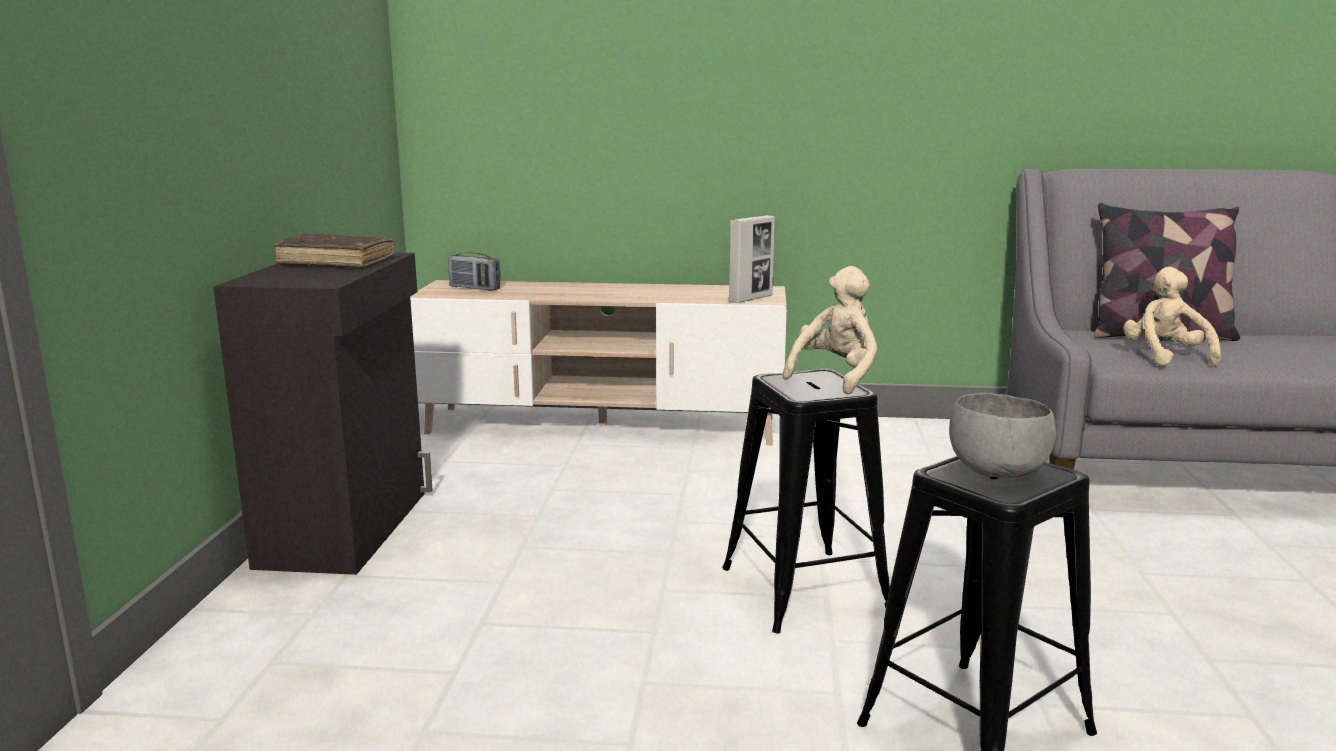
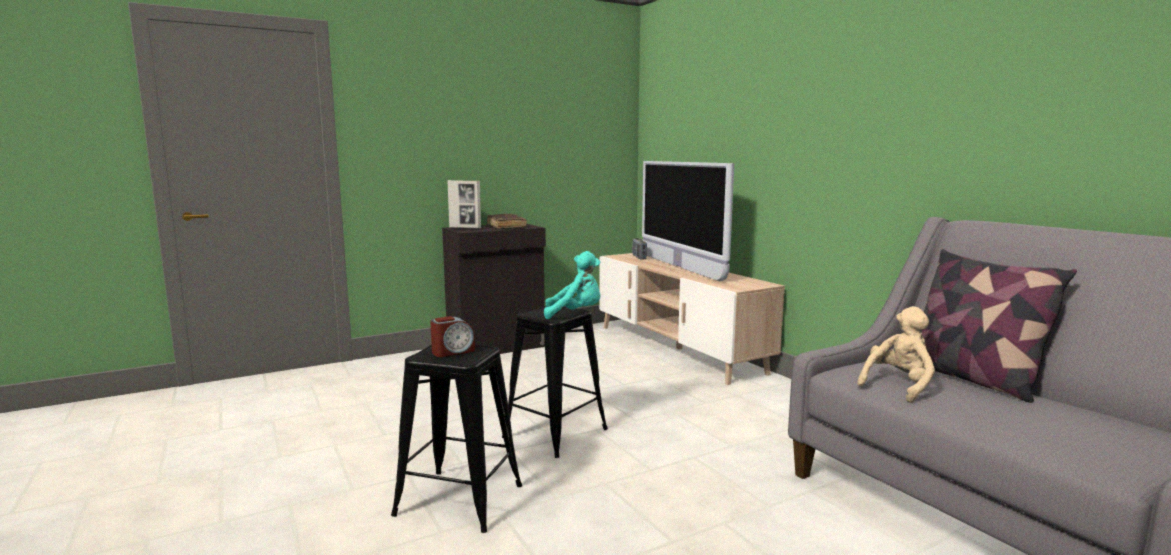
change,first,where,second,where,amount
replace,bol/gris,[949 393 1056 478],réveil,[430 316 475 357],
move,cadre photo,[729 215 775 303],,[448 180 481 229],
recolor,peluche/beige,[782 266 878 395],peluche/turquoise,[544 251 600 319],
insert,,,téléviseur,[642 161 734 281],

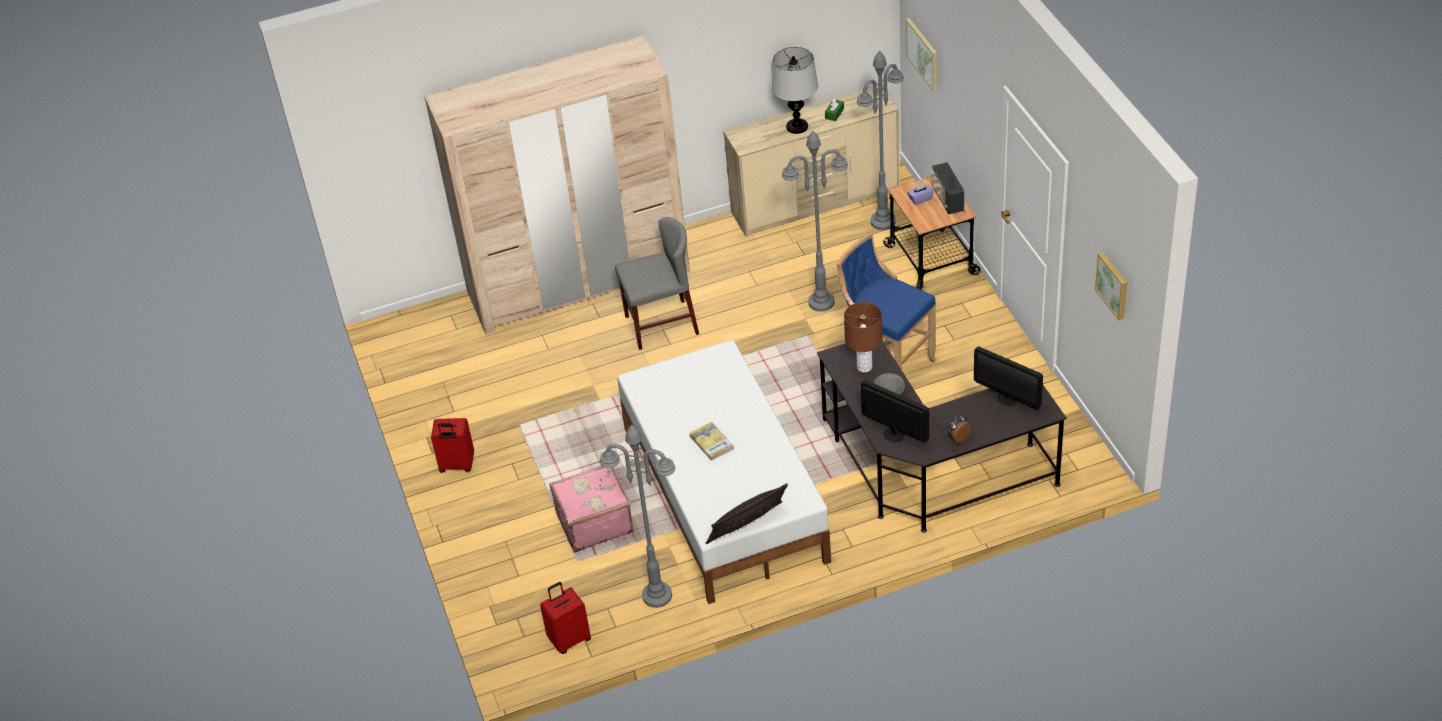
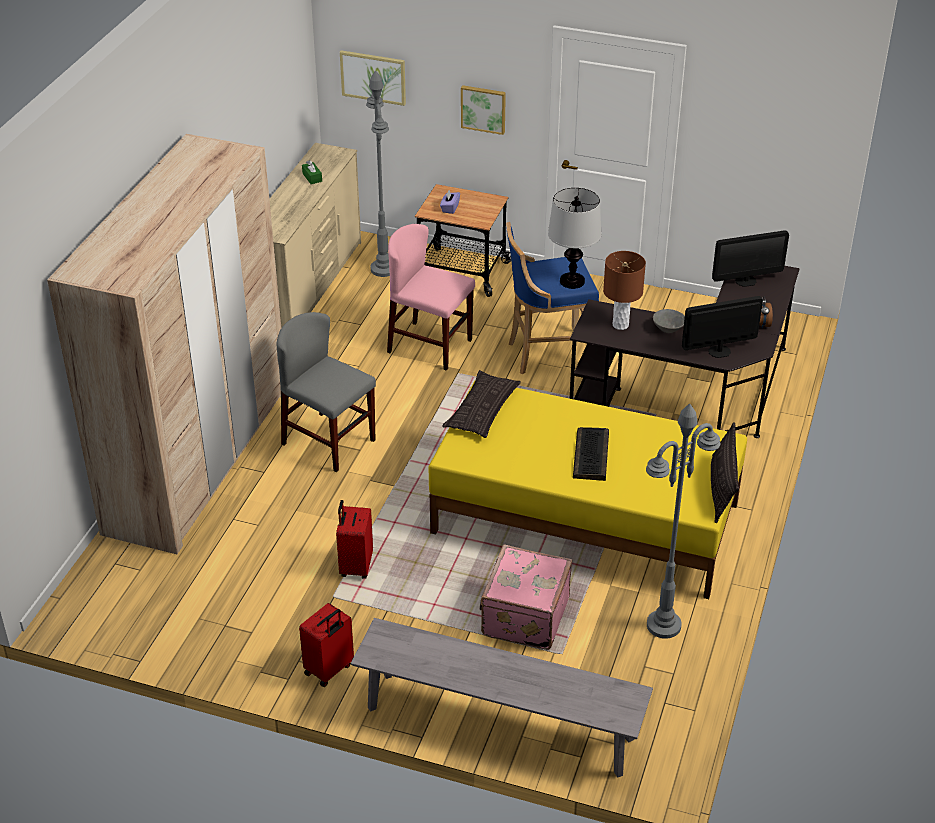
change,first,where,second,where,amount
rotate,chaise/gris,[615 217 699 350],,[277 312 376 472],75 degrees counterclockwise
move,valise/rouge,[540 582 591 654],,[336 500 373 579],
insert,,,banc/gris,[351 618 653 778],
replace,lampadaire/gris,[782 131 848 312],chaise/rose,[387 224 475 371],
recolor,lit/blanc,[617 340 831 604],lit/jaune,[428 381 747 599],
insert,,,coussin,[442 370 521 438],
move,tableau,[1095 252 1127 320],,[461 85 506 135],
move,lampe de table,[772 47 818 134],,[548 188 601 289],
replace,livre,[689 422 734 461],clavier,[573 427 609 481],
delete,radio,[931 162 965 215],,,

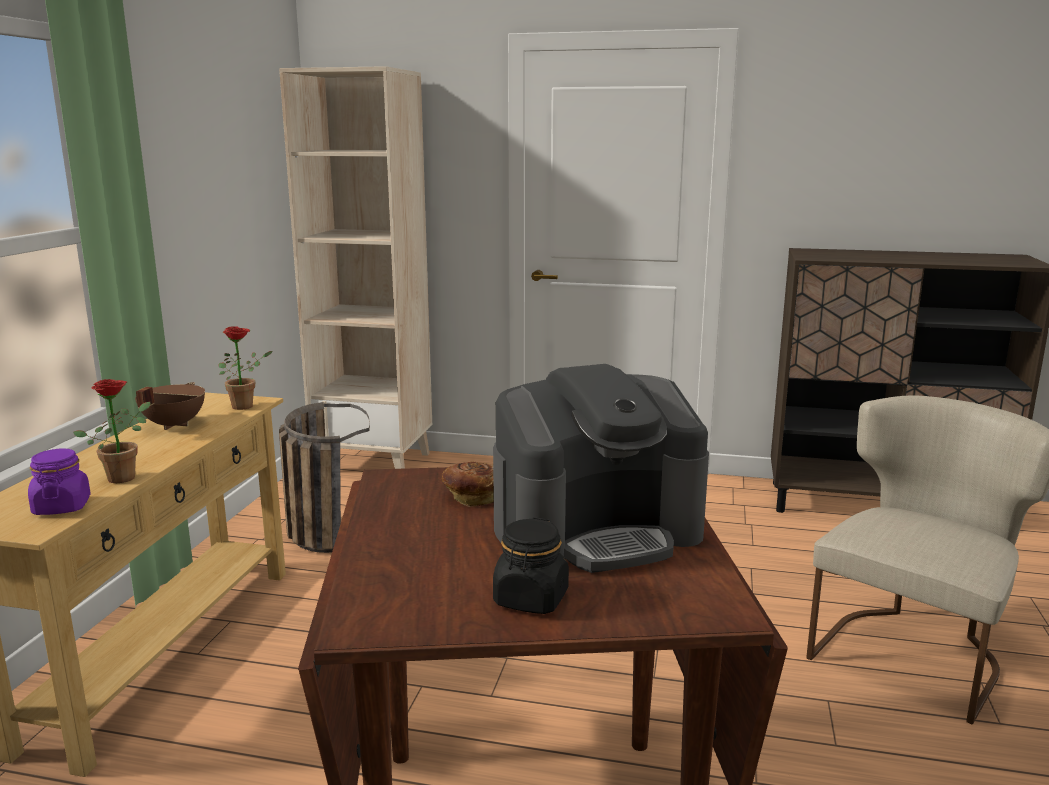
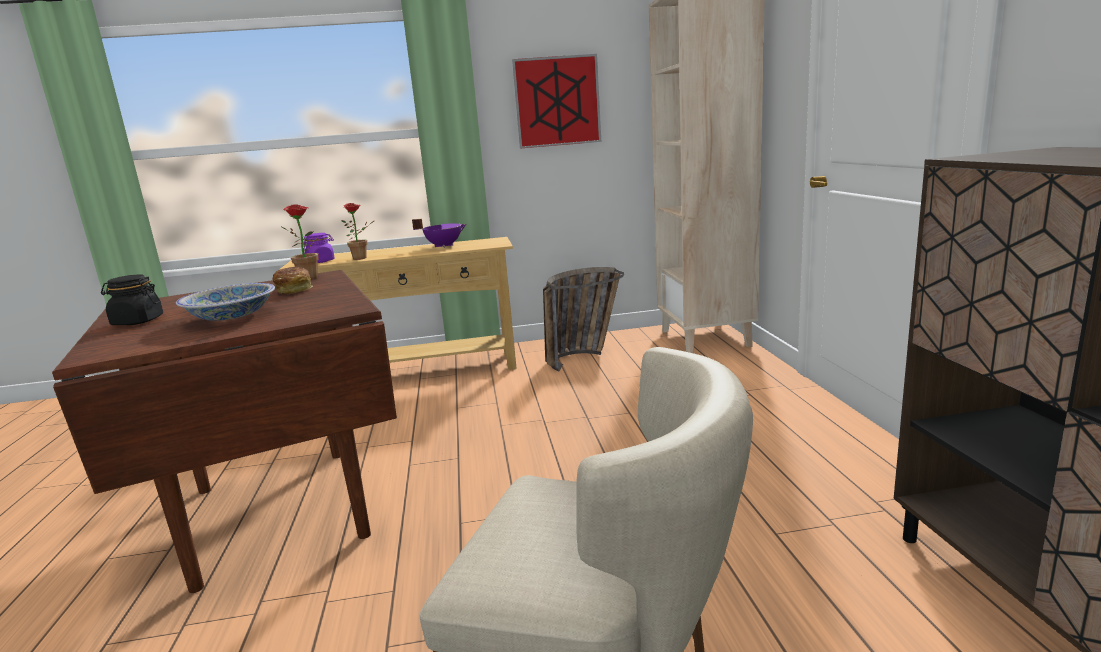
change,first,where,second,where,amount
replace,machine à café,[493 364 709 573],bol,[176 283 275 321],
move,plante en pot,[219 326 273 410],,[282 204 319 280],
recolor,marmite/marron,[135 382 205 430],marmite/violet,[412 219 466 248],
insert,,,tableau,[512 54 601 149],

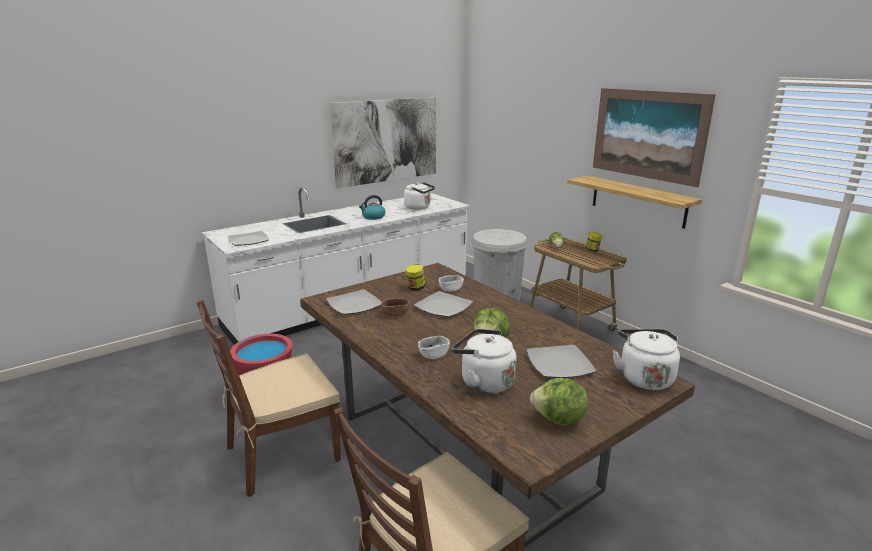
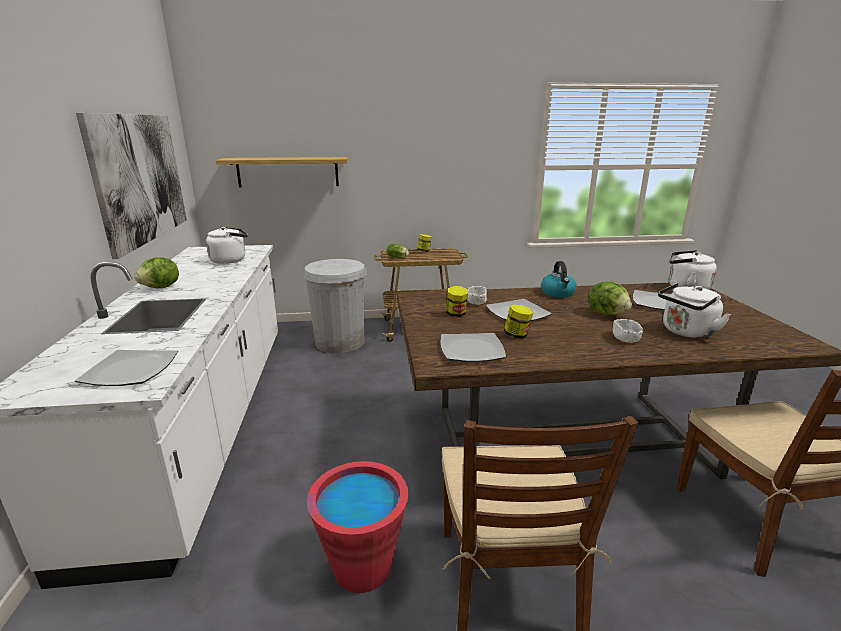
change,first,where,second,where,amount
move,laitue,[530 378 588 426],,[134 257 179 288],
move,étagère,[567 176 702 229],,[215 157 348 188],
replace,bol/marron,[381 298 410 317],bocal,[504 304 534 339],
move,bouilloire,[359 195 385 220],,[541 261 577 298],
delete,tableau,[593 88 716 187],,,

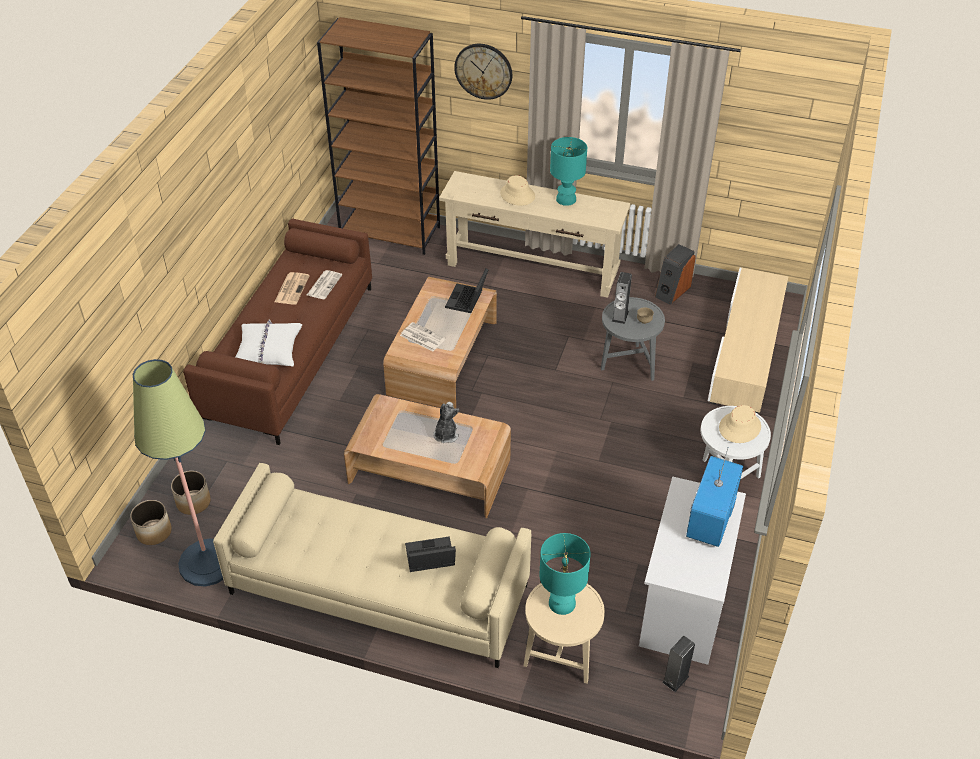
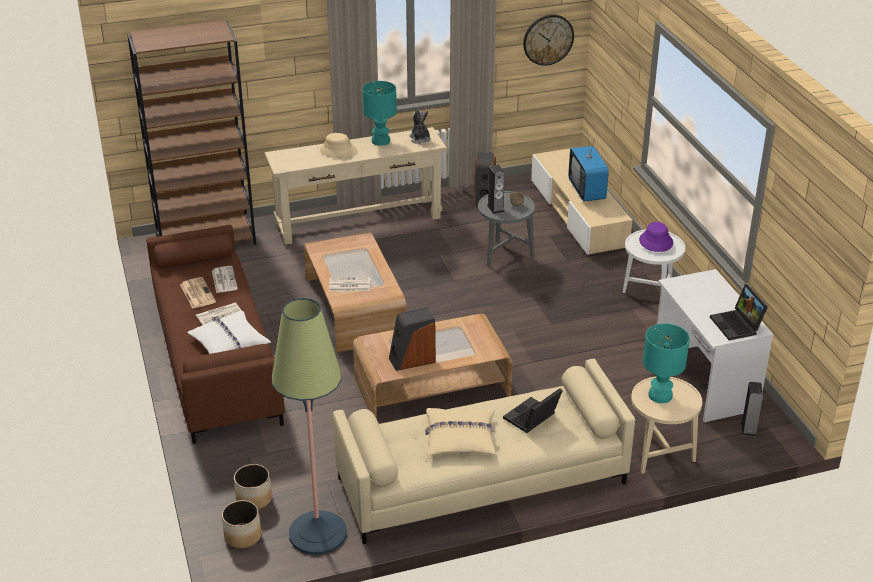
change,first,where,second,where,amount
insert,,,journal,[196 303 242 325],
insert,,,enceinte,[389 307 436 371],
move,peluche,[433 402 459 443],,[409 109 431 144],
insert,,,coussin/beige,[425 408 496 455],
move,horloge murale,[454 44 512 100],,[523 14 574 66],
move,téléviseur,[686 447 743 547],,[568 128 609 202],
recolor,chapeau/beige,[719 405 761 443],chapeau/violet,[639 222 673 252],
move,ordinateur portable,[445 268 489 313],,[710 284 768 340],

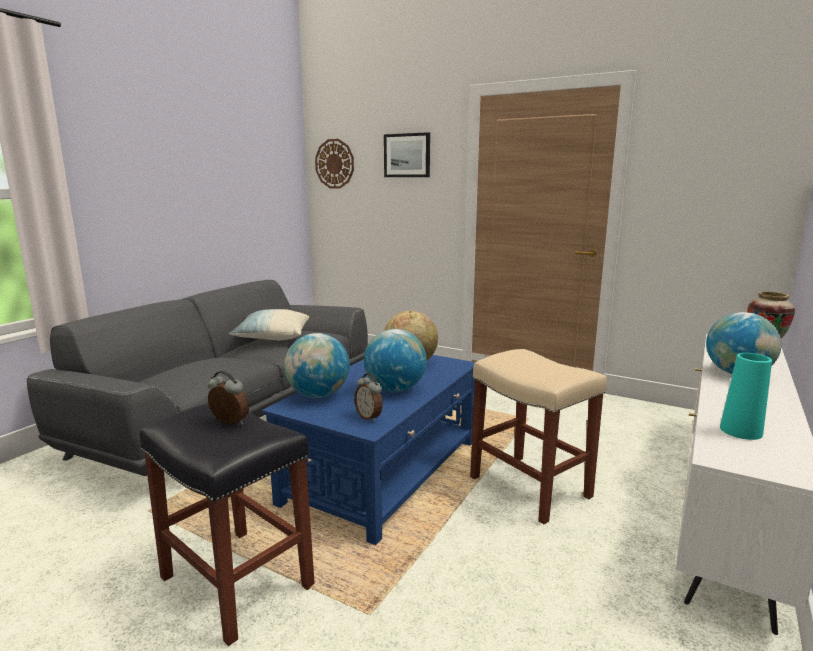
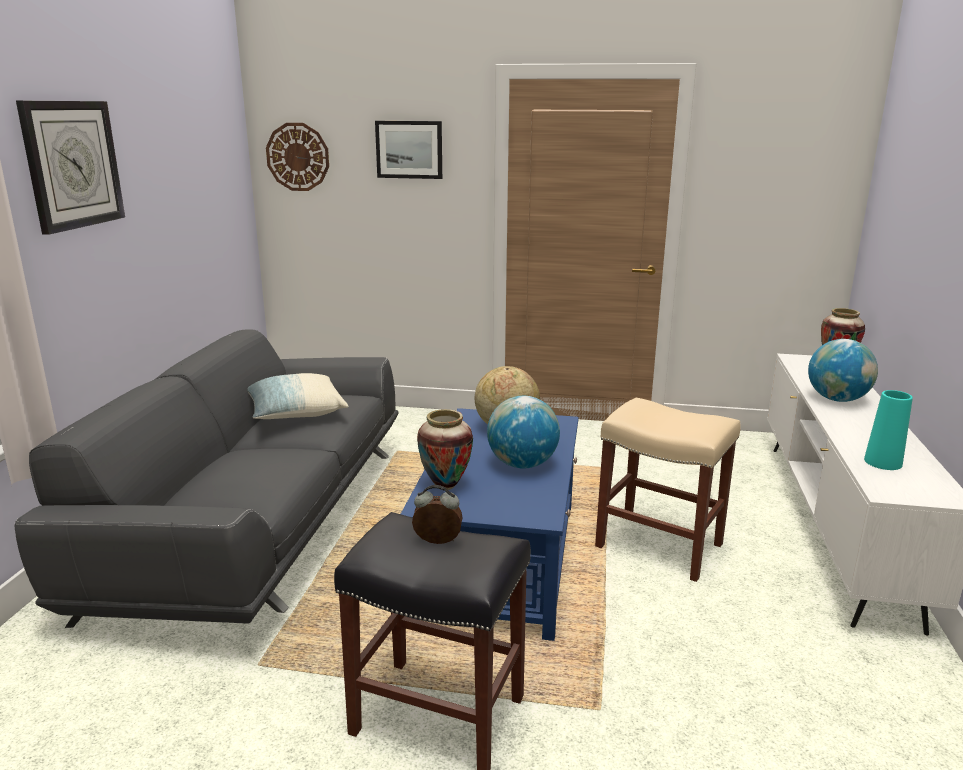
change,first,where,second,where,amount
insert,,,horloge murale,[16 101 125 235],
replace,globe,[284 333 350 398],vase,[417 409 473 490],
delete,réveil,[354 373 383 422],,,

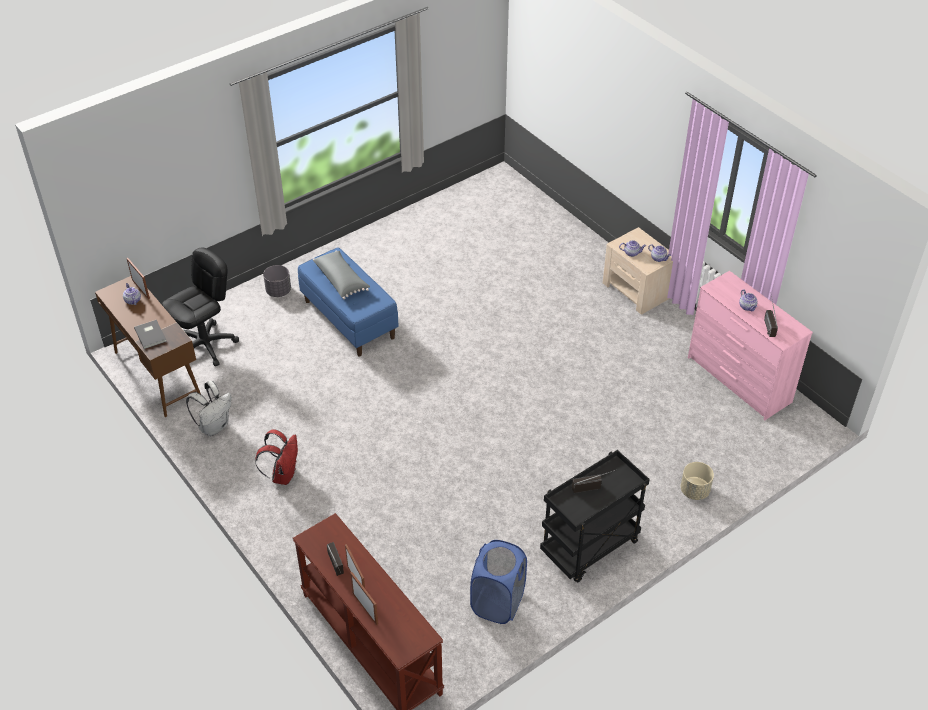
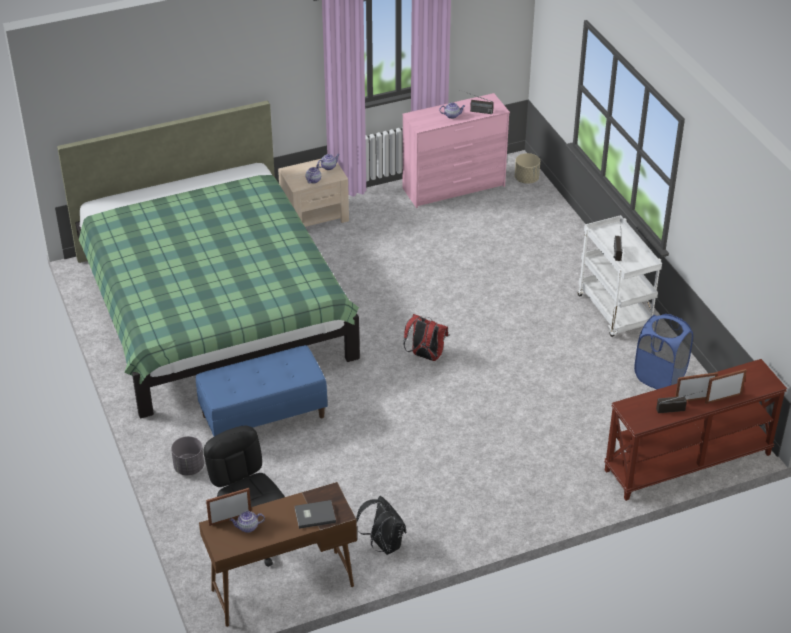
change,first,where,second,where,amount
insert,,,lit/vert,[57 101 360 418],
recolor,sac à dos/blanc,[186 381 231 436],sac à dos/noir,[356 496 406 555],
move,sac à dos/rouge,[255 429 298 485],,[404 314 449 361],
move,cache-pot/beige,[681 462 714 500],,[515 153 540 184],
recolor,chariot/noir,[540 450 650 583],chariot/blanc,[578 215 662 337],
delete,coussin/gris,[313 251 370 299],,,

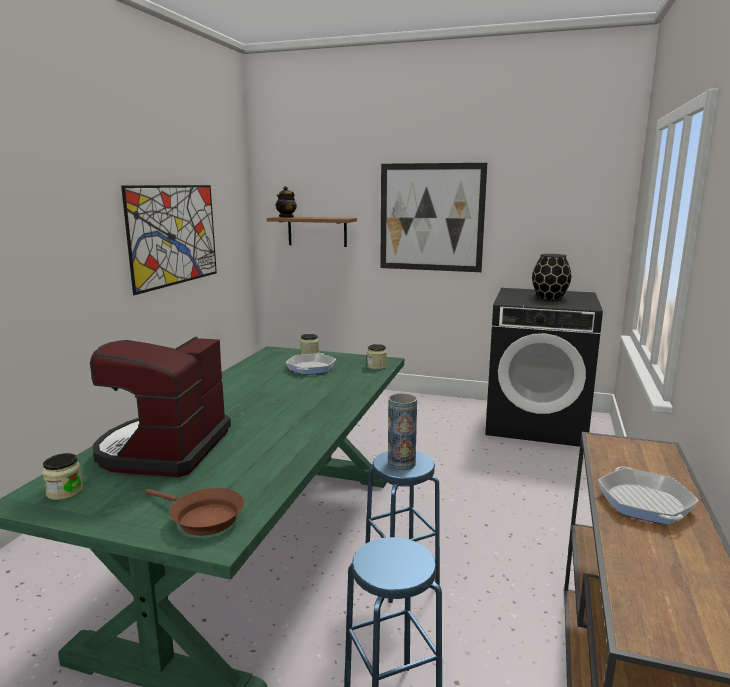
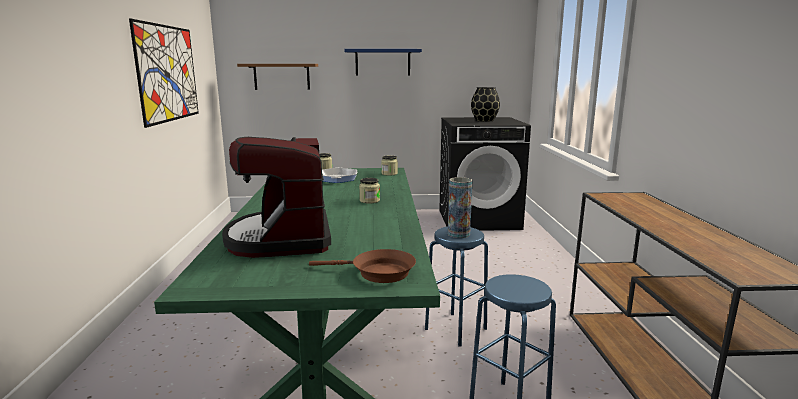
change,first,where,second,where,amount
replace,tableau,[380 163 487 272],étagère/bleu,[344 49 422 76],
move,bocal,[42 453 83 500],,[359 178 380 203],
delete,théière,[276 186 297 218],,,
delete,poêle,[598 466 699 525],,,

